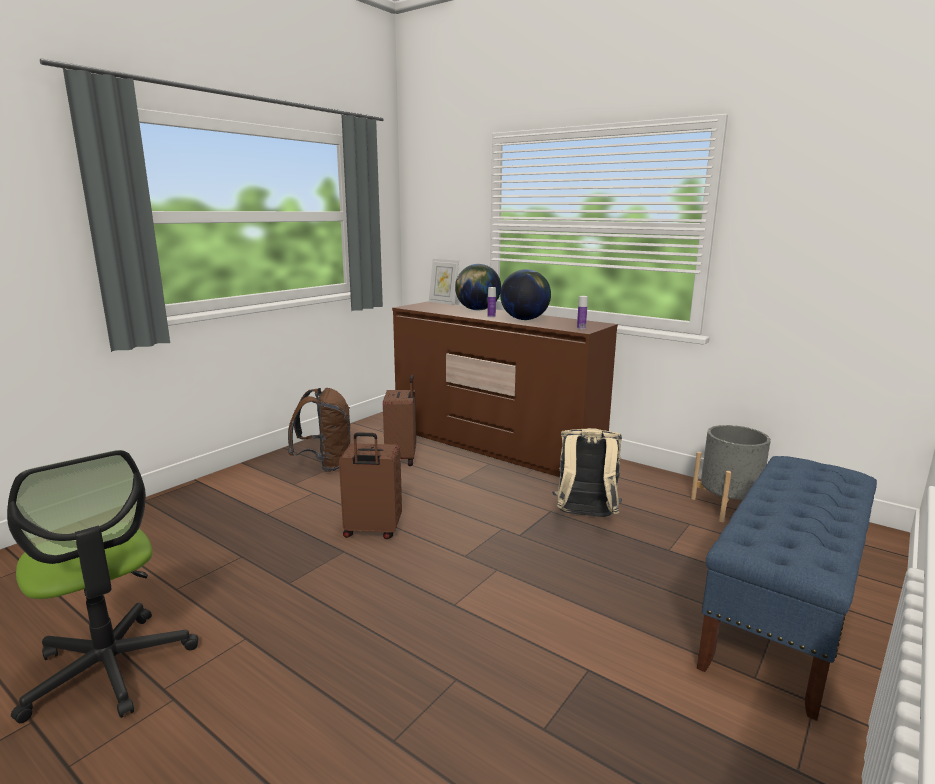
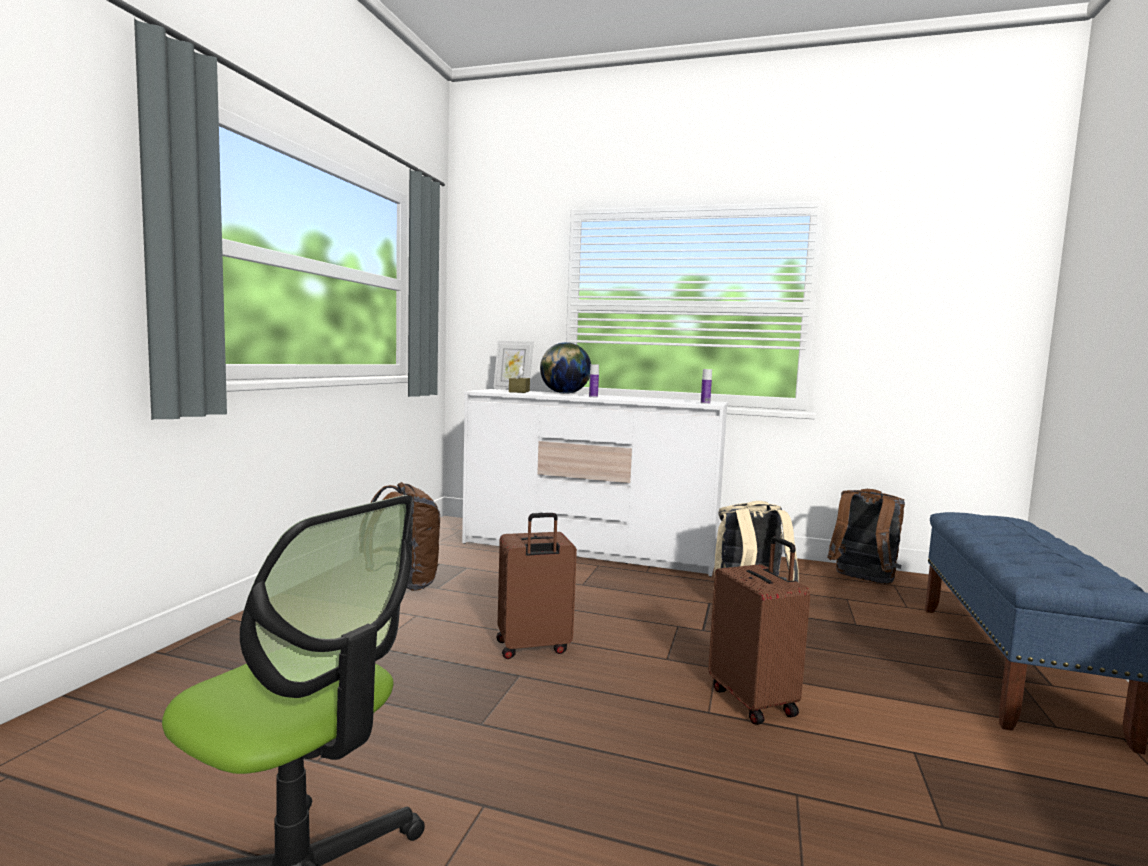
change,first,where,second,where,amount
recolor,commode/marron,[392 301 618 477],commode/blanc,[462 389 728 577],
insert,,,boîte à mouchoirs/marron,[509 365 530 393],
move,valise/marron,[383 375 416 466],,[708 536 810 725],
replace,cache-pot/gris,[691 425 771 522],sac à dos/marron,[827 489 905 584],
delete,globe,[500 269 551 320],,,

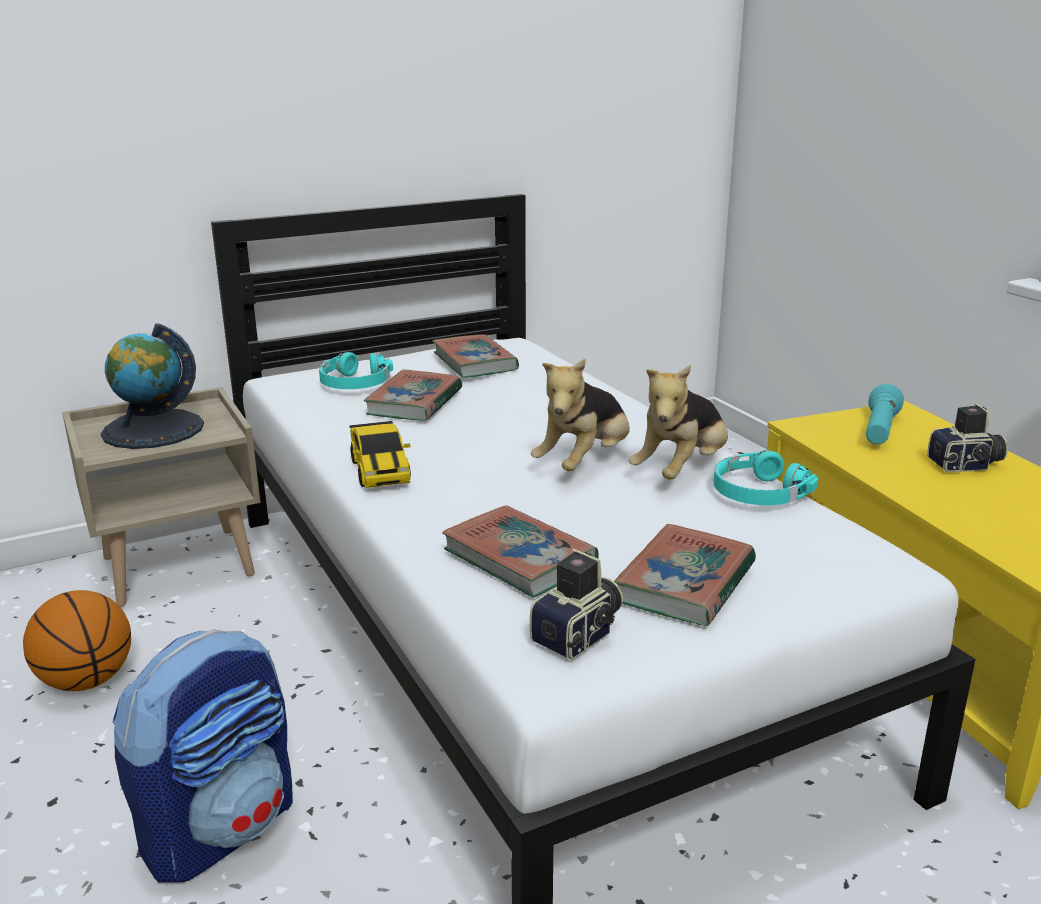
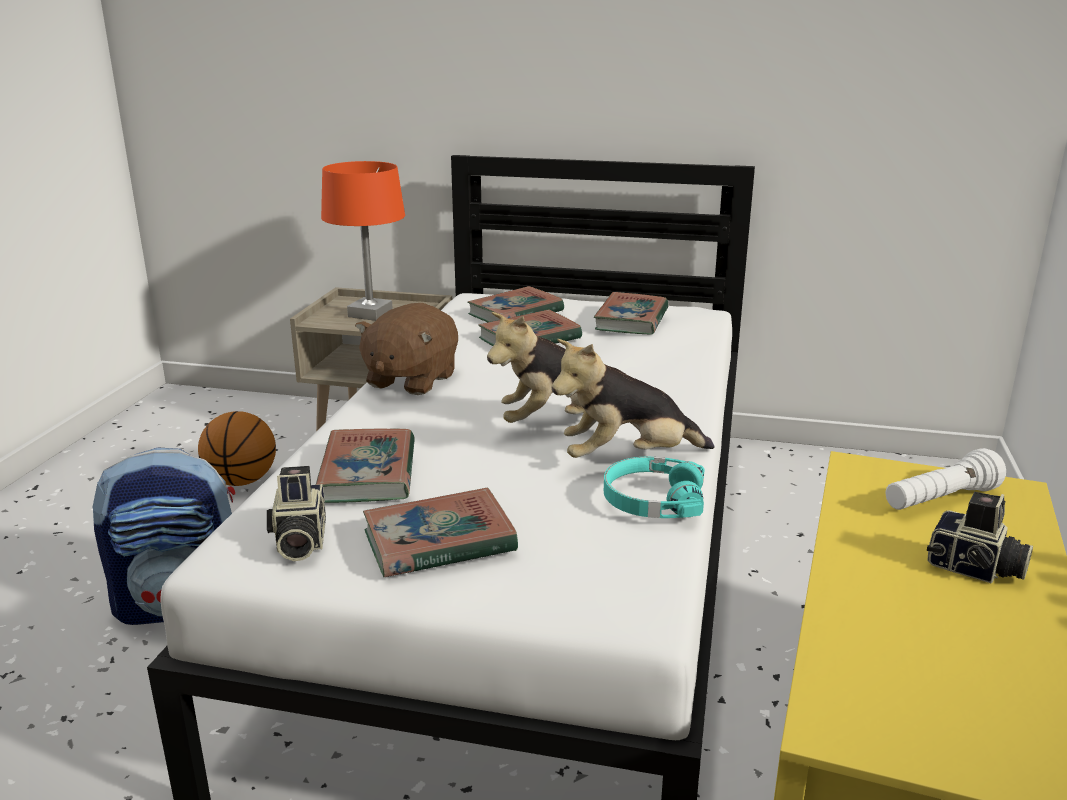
change,first,where,second,where,amount
rotate,appareil photo,[530 549 623 660],,[267 466 326 561],90 degrees clockwise
replace,globe,[101 323 204 449],lampe de table/orange,[321 161 405 321],
replace,petite voiture,[349 421 411 488],peluche/marron,[355 303 458 395],
replace,casque audio/turquoise,[319 352 393 389],livre,[468 286 564 322],
recolor,lampe de poche/turquoise,[866 384 904 444],lampe de poche/blanc,[886 448 1006 510],

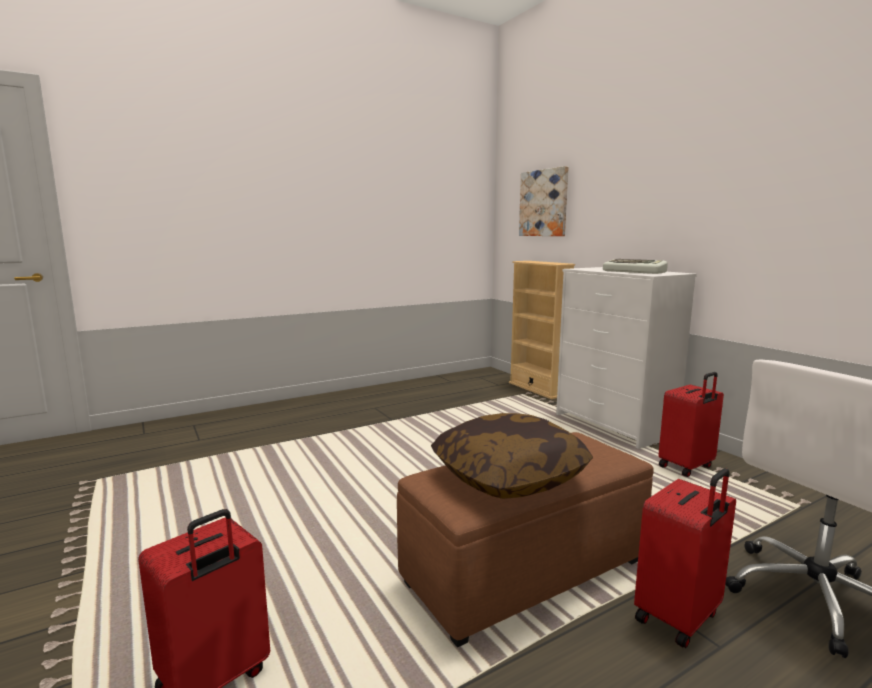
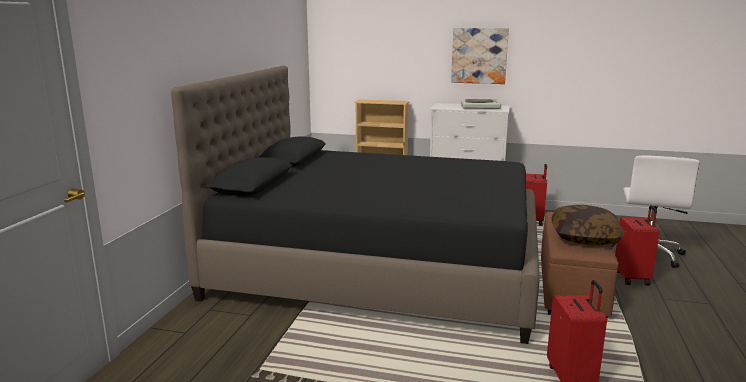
change,first,where,second,where,amount
insert,,,lit/noir,[171 65 540 344],
move,tableau,[519 166 569 236],,[451 28 509 84],

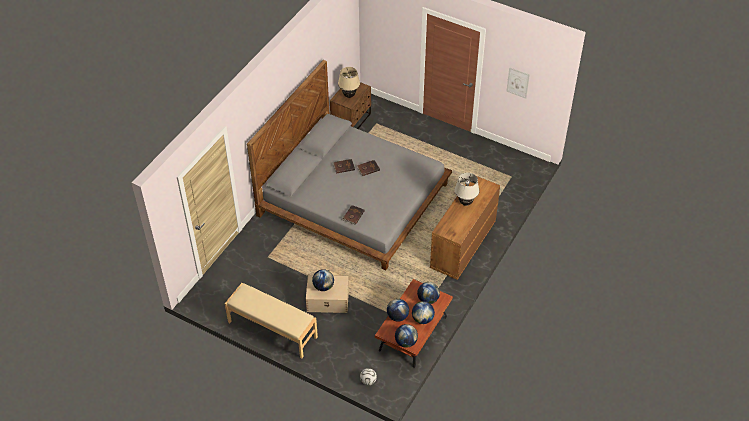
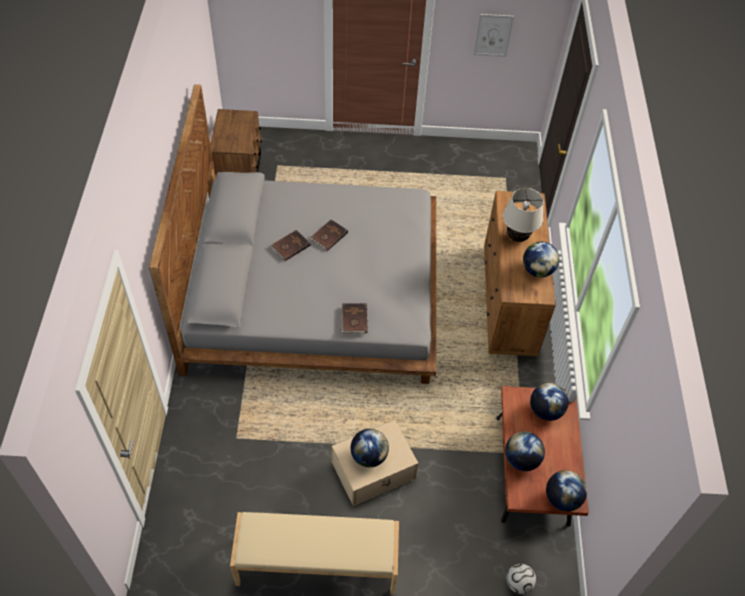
change,first,where,second,where,amount
move,globe,[412 301 435 324],,[523 242 559 277],
delete,lampe de table/beige,[338 67 360 98],,,

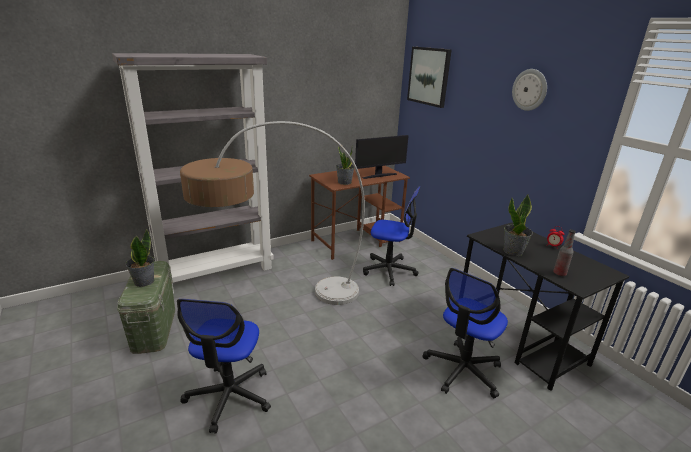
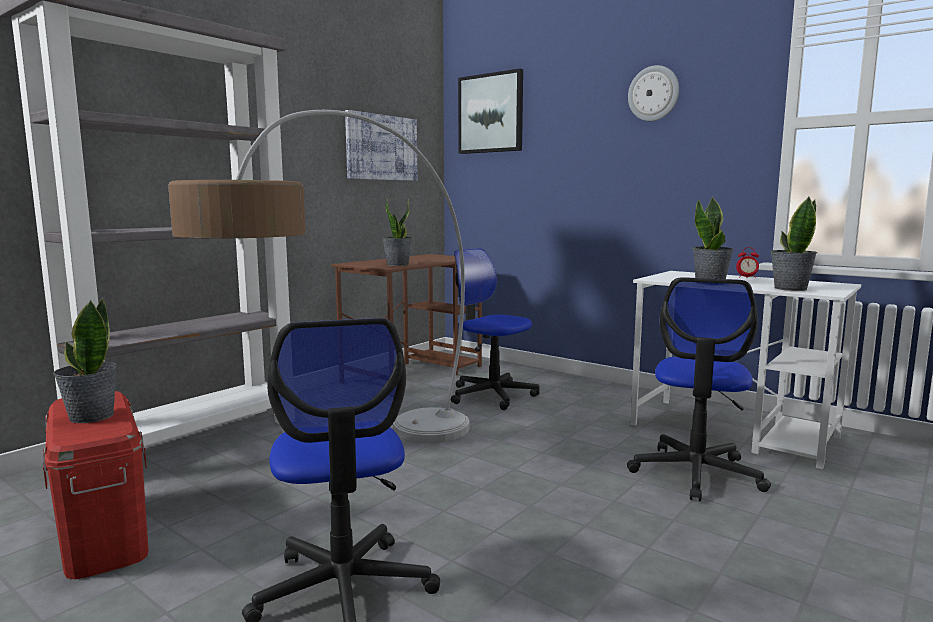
change,first,where,second,where,amount
recolor,boîte de rangement/vert,[117 261 175 354],boîte de rangement/rouge,[43 391 149 579],
insert,,,tableau,[345 110 417 181],
rotate,chaise de bureau,[363 186 420 286],,[451 248 540 410],135 degrees counterclockwise
recolor,bureau/noir,[464 222 629 391],bureau/blanc,[630 271 861 470],
replace,bouteille,[553 230 576 276],plante en pot,[771 197 817 291],
delete,écran d'ordinateur,[355 135 409 179],,,

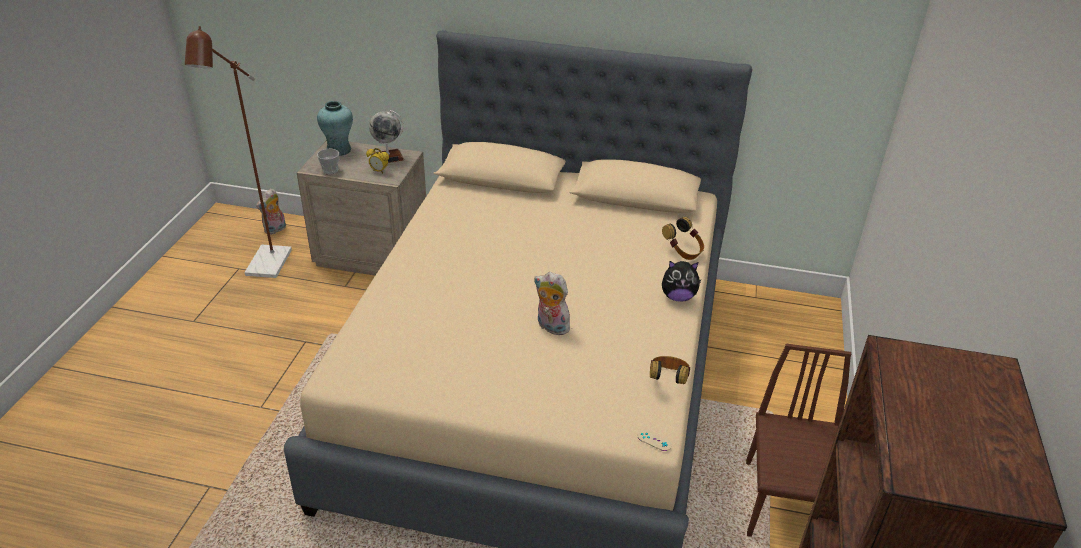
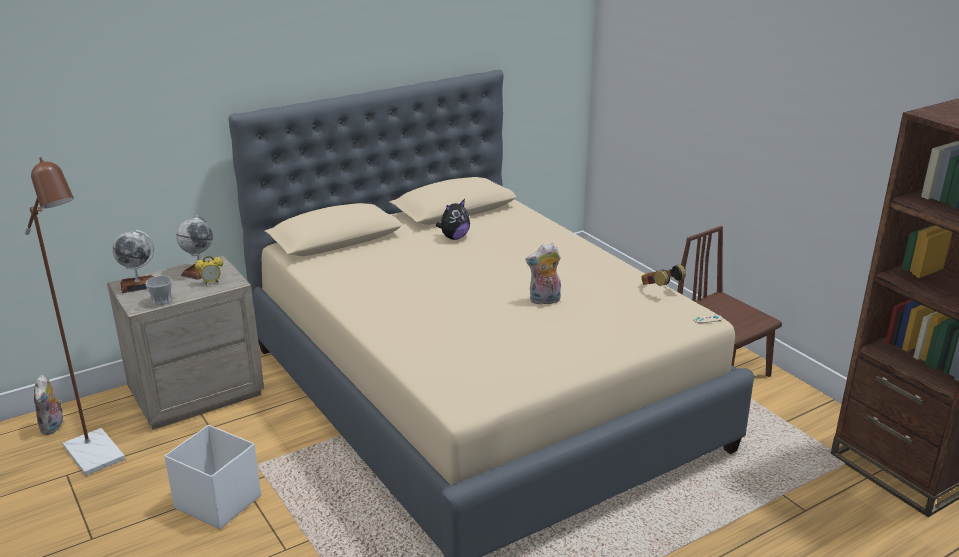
change,first,where,second,where,amount
replace,vase/turquoise,[317 101 353 156],globe,[112 230 154 293],
insert,,,boîte de rangement/blanc,[164 425 261 529],
move,peluche,[662 261 701 302],,[436 199 470 240],
delete,casque audio,[662 217 704 260],,,

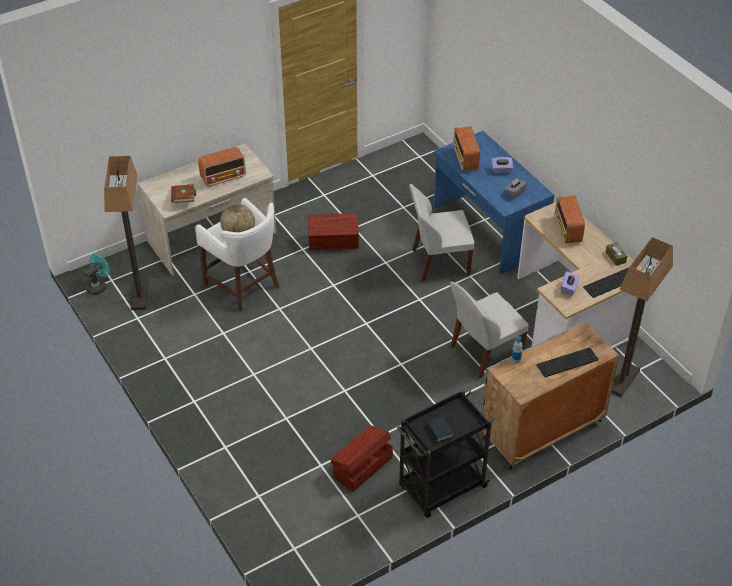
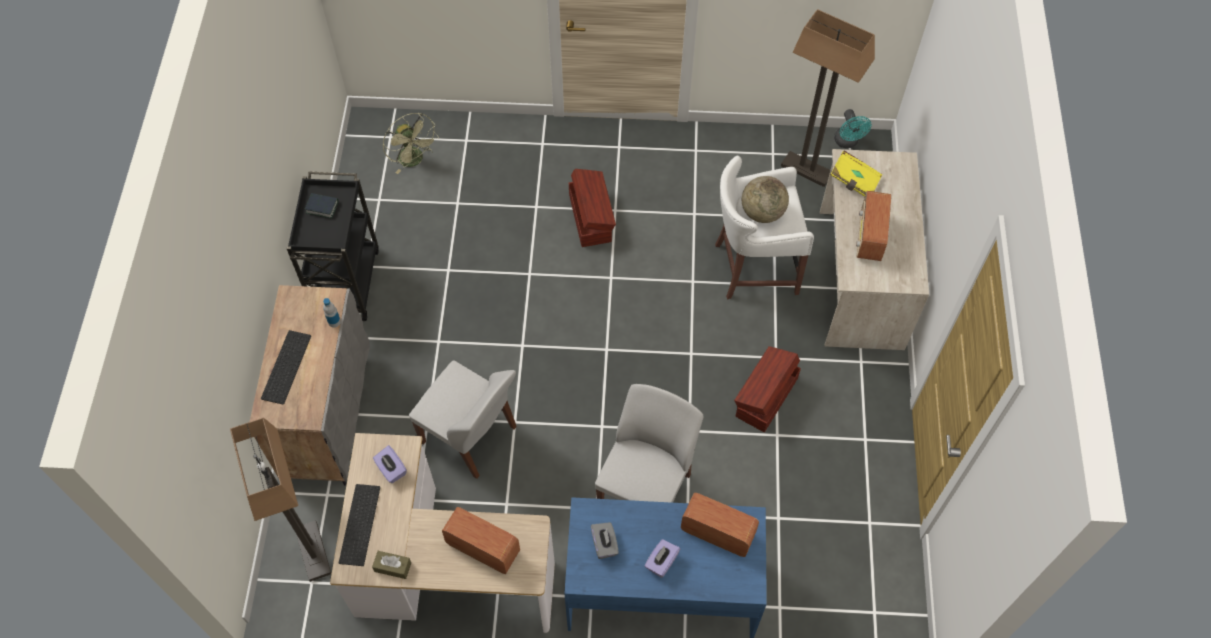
change,first,where,second,where,amount
insert,,,ventilateur/vert,[383 113 439 174],
rotate,chaise/blanc,[450 282 529 378],,[409 360 517 479],120 degrees clockwise
move,boîte de rangement/marron,[330 425 393 492],,[569 169 616 247],
recolor,livre/marron,[171 184 196 203],livre/jaune,[830 150 882 197],

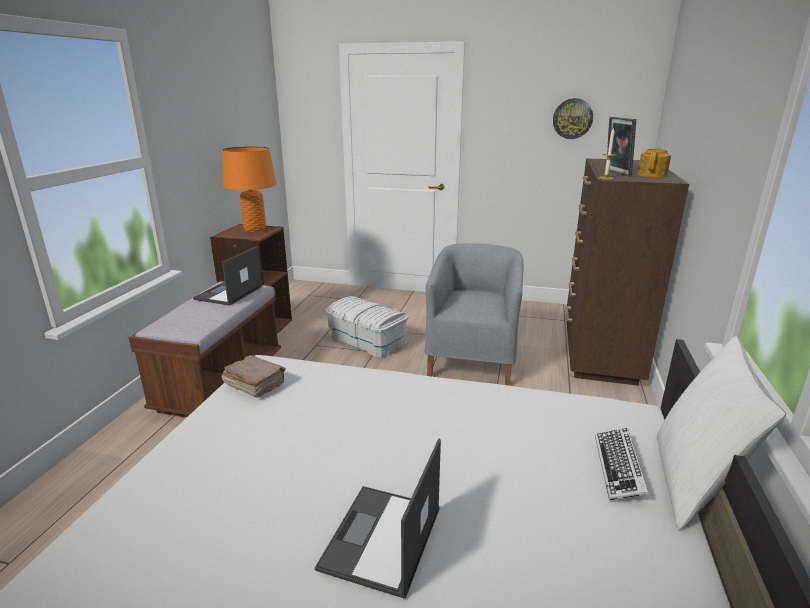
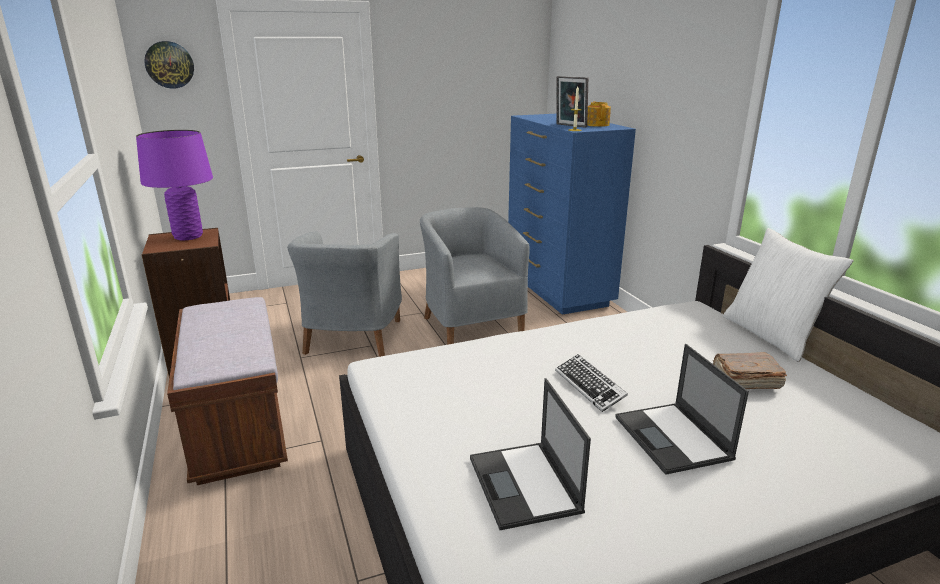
change,first,where,second,where,amount
recolor,lampe de table/orange,[222 146 276 232],lampe de table/violet,[136 130 213 241],
move,horloge murale,[553 98 593 139],,[144 41 194 89],
replace,boîte de rangement/blanc,[325 296 408 358],fauteuil/gris,[287 231 402 357],
move,ordinateur portable,[193 246 262 306],,[470 378 591 530],
recolor,commode/marron,[565 158 689 386],commode/bleu,[508 114 636 315],
move,clavier,[595 428 649 500],,[555 354 628 412],
move,livre/marron,[222 355 286 398],,[713 352 787 389],

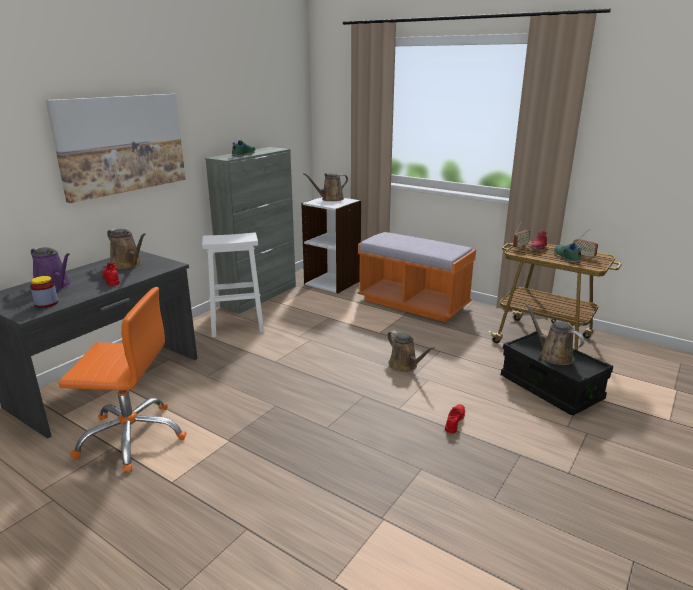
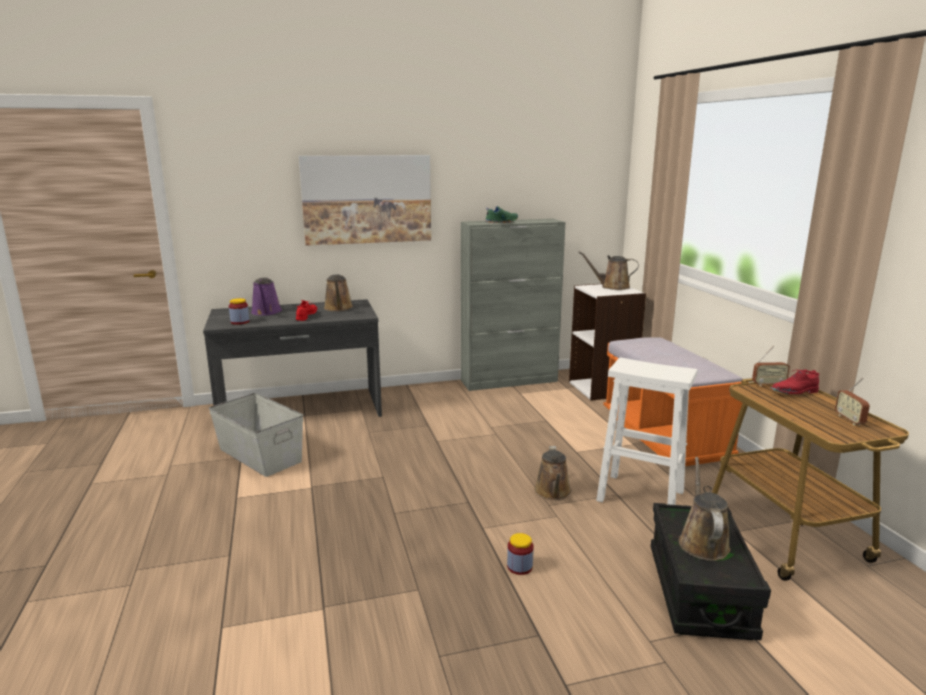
change,first,where,second,where,amount
replace,chaise de bureau/orange,[59 287 187 473],boîte de rangement/gris,[209 393 304 477],
replace,chaussure/rouge,[445 404 465 434],bocal,[507 533 534 575],
move,tabouret/blanc,[202 232 264 337],,[596 358 697 505],
delete,chaussure/vert,[554 243 582 263],,,

